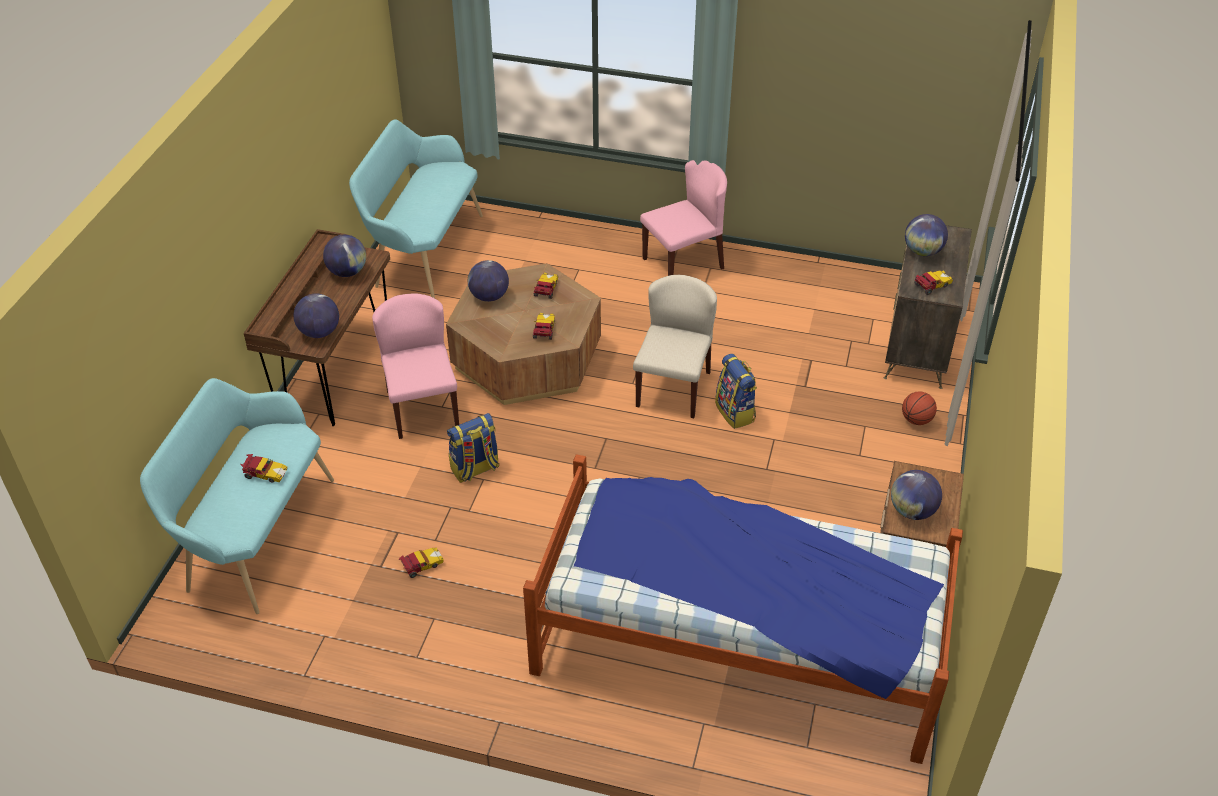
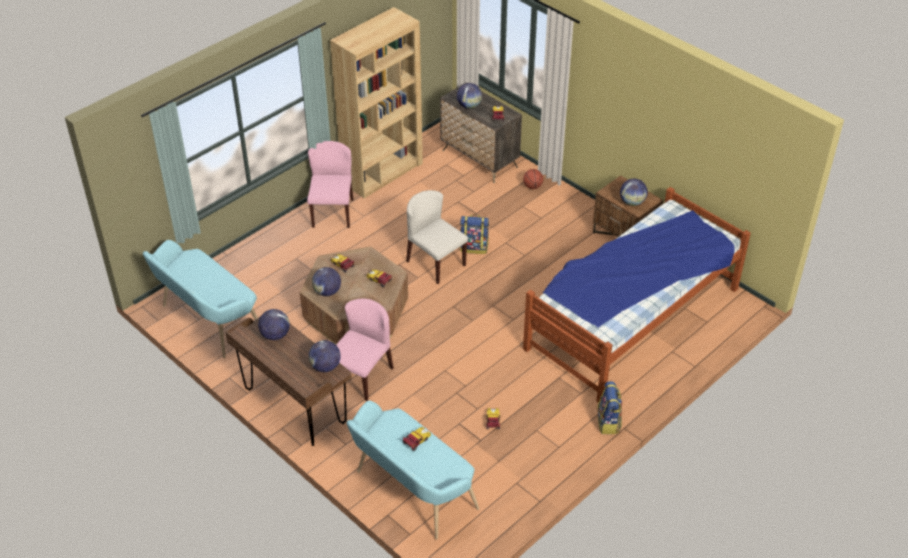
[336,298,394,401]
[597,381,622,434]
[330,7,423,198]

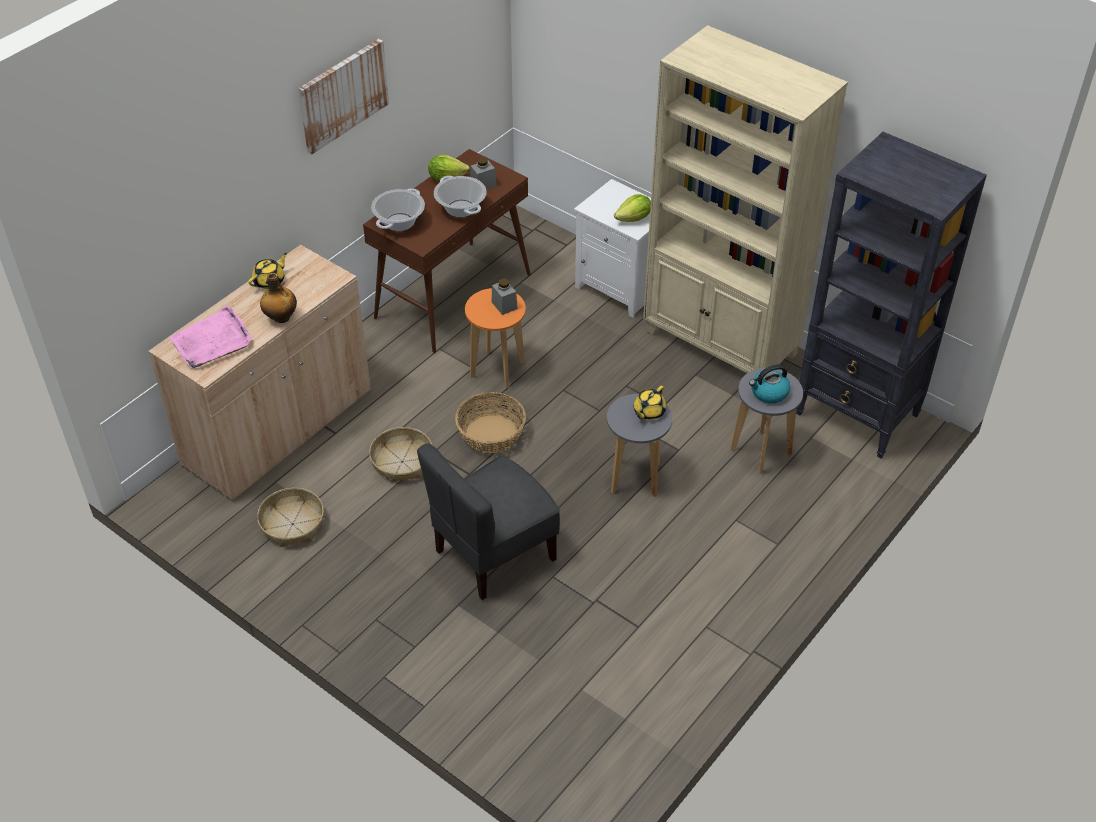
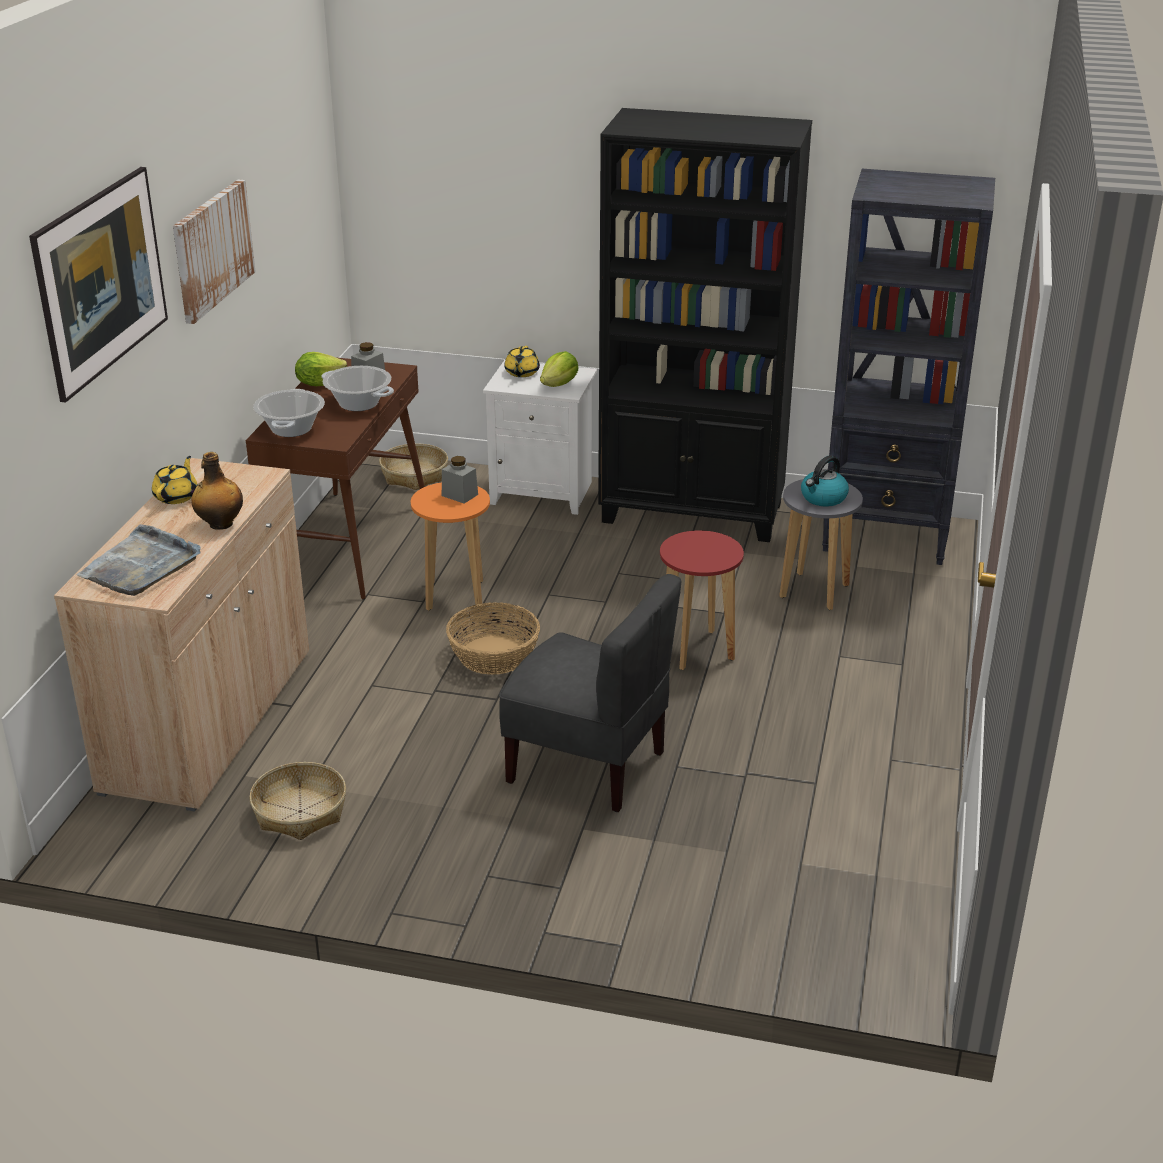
[76,524,201,596]
[379,443,448,490]
[499,574,682,812]
[660,530,744,670]
[504,346,540,377]
[598,108,812,542]
[29,167,168,403]

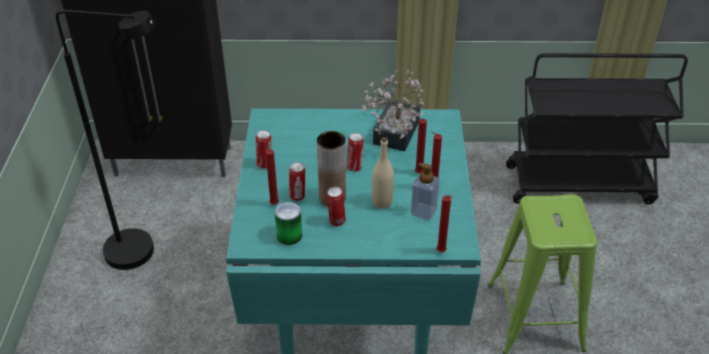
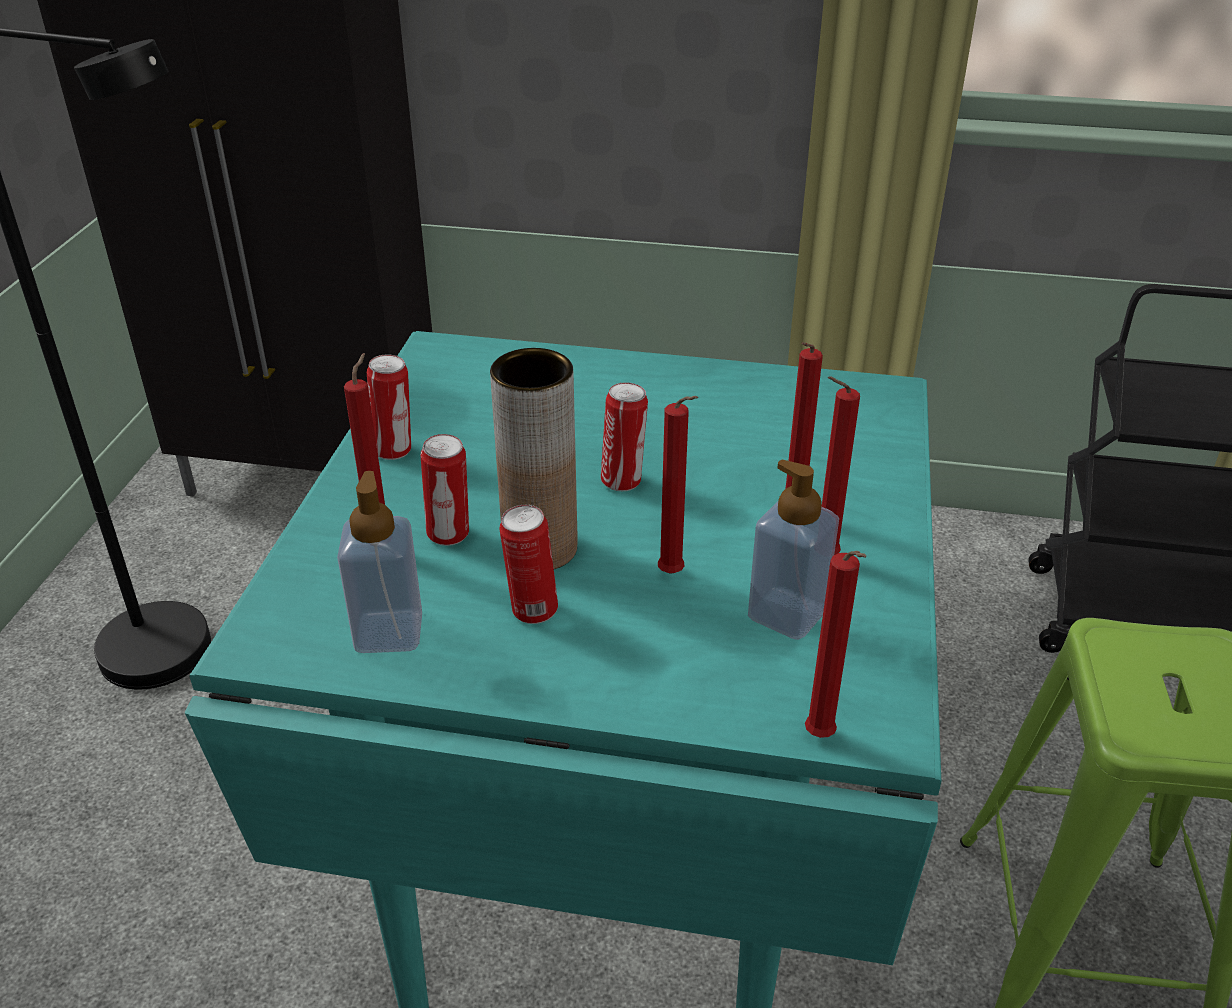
[337,471,422,653]
[362,69,424,151] (first image)
[658,396,698,574]

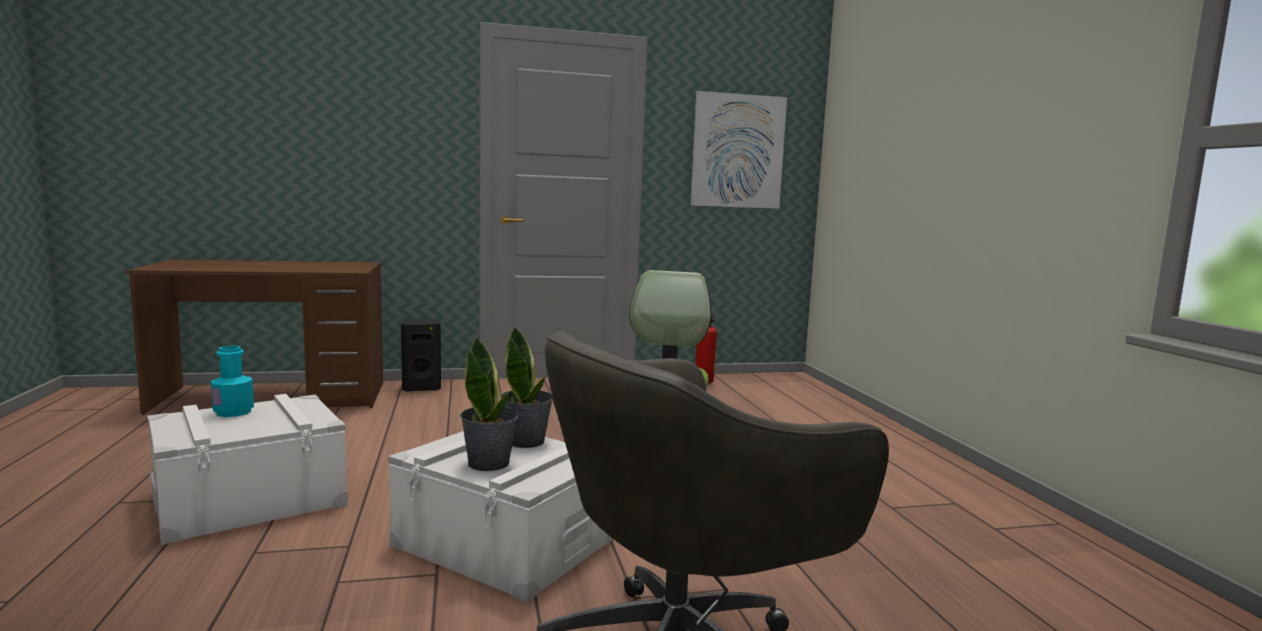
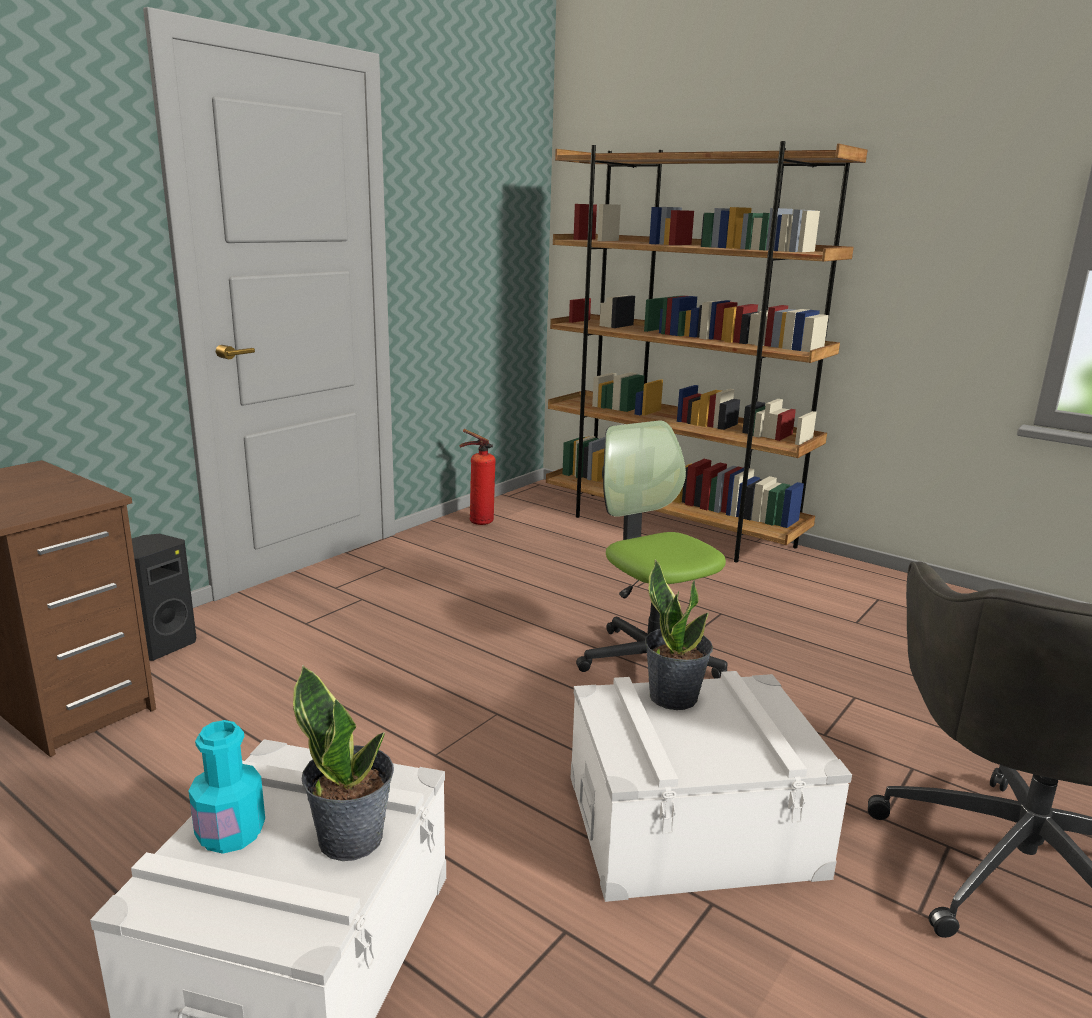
[293,665,394,861]
[691,91,787,209] (first image)
[546,141,867,563]

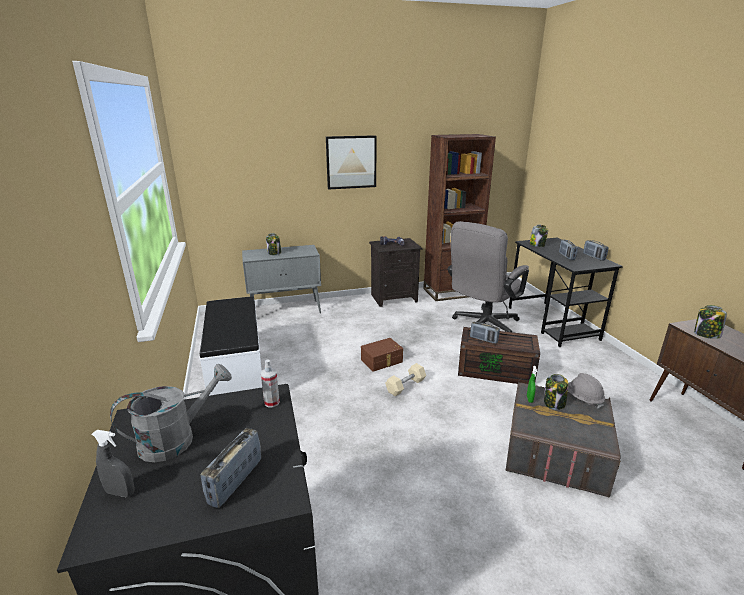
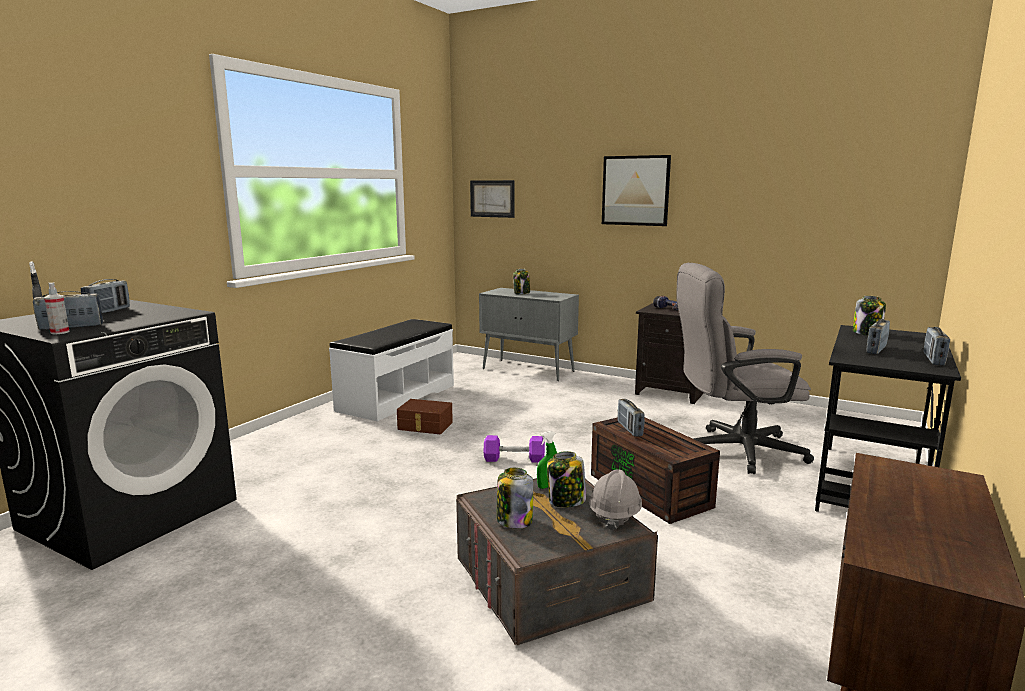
[80,279,130,313]
[44,282,70,334]
[397,399,453,434]
[484,435,545,463]
[423,134,496,301] (first image)
[497,468,533,529]
[470,180,515,218]

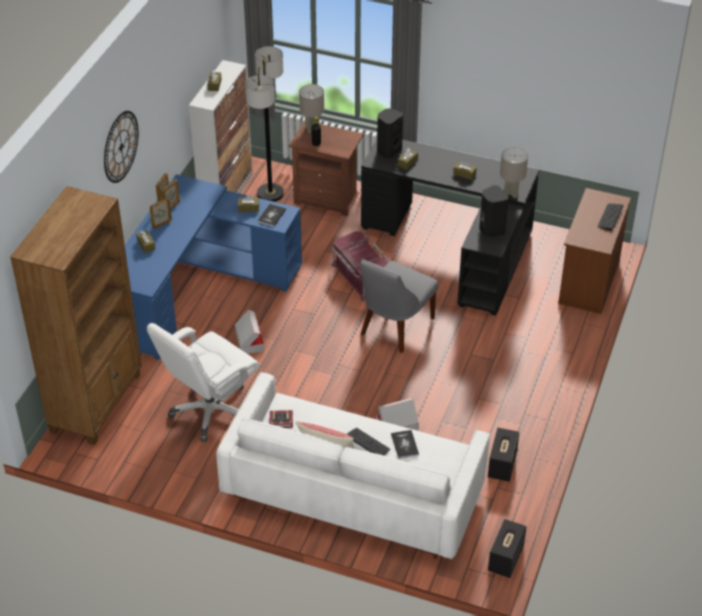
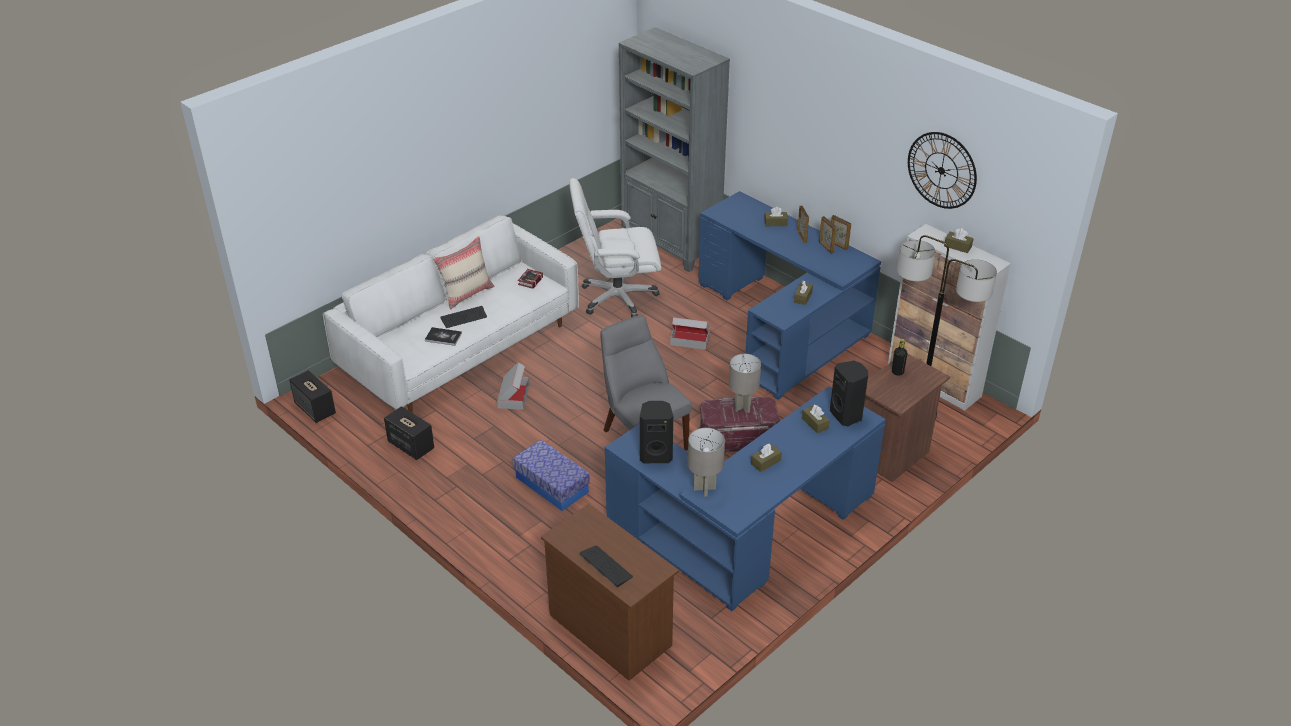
[619,27,730,272]
[908,132,977,209]
[569,178,661,317]
[257,204,286,227] (first image)
[729,354,761,413]
[605,386,886,611]
[513,440,590,511]

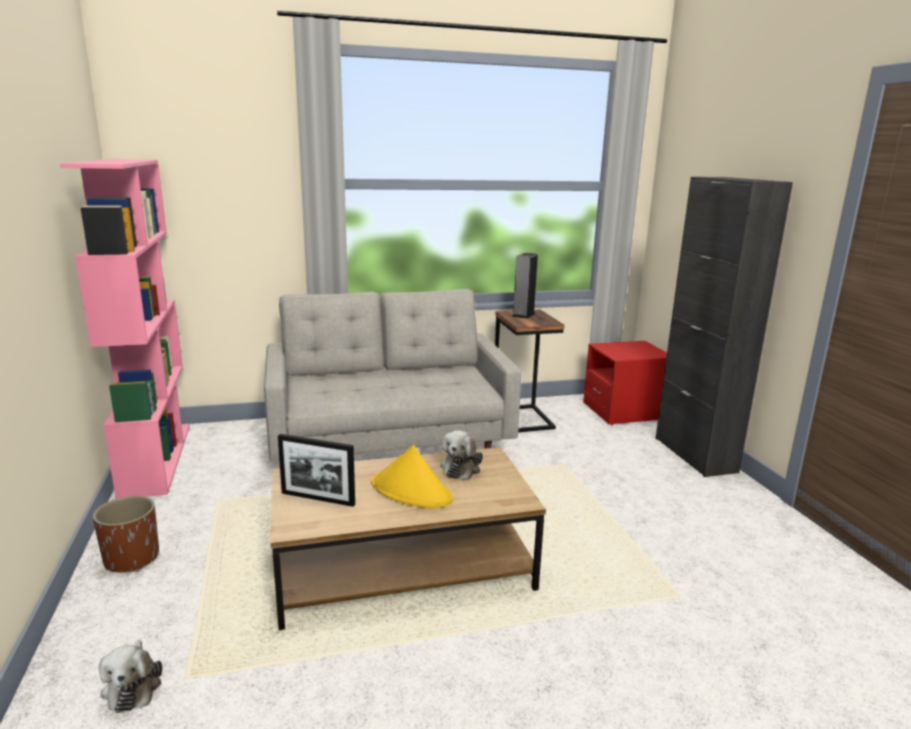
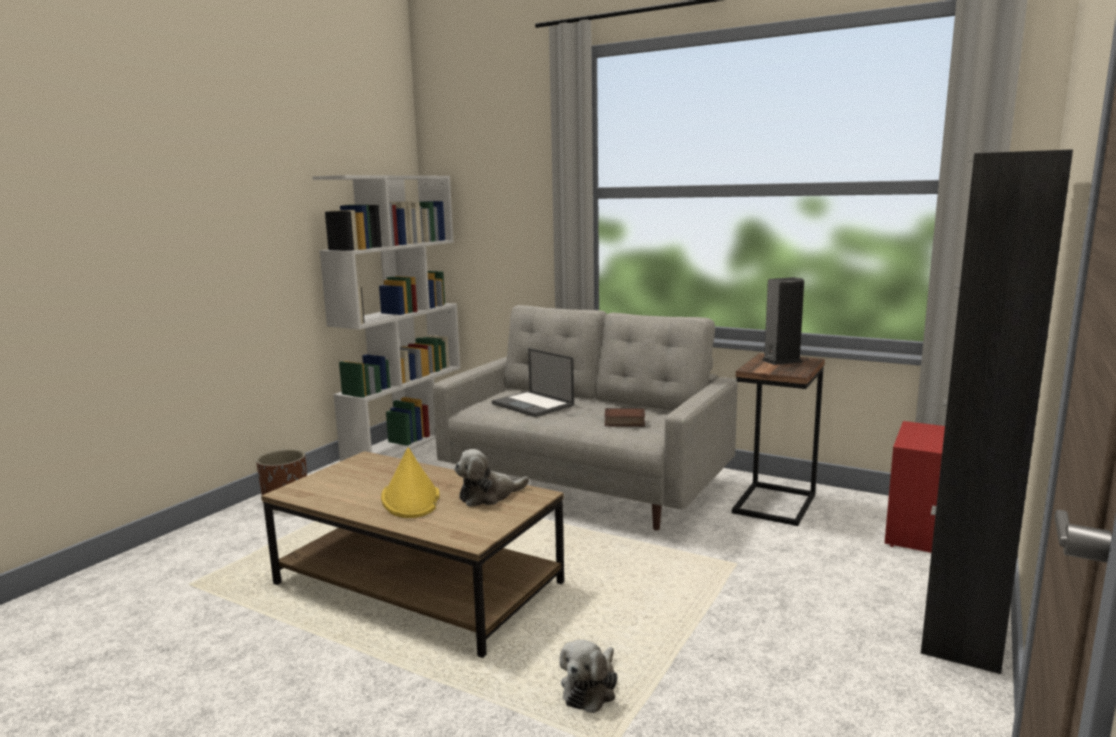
[312,175,460,461]
[559,639,618,713]
[278,434,355,507] (first image)
[492,348,574,417]
[605,408,645,427]

